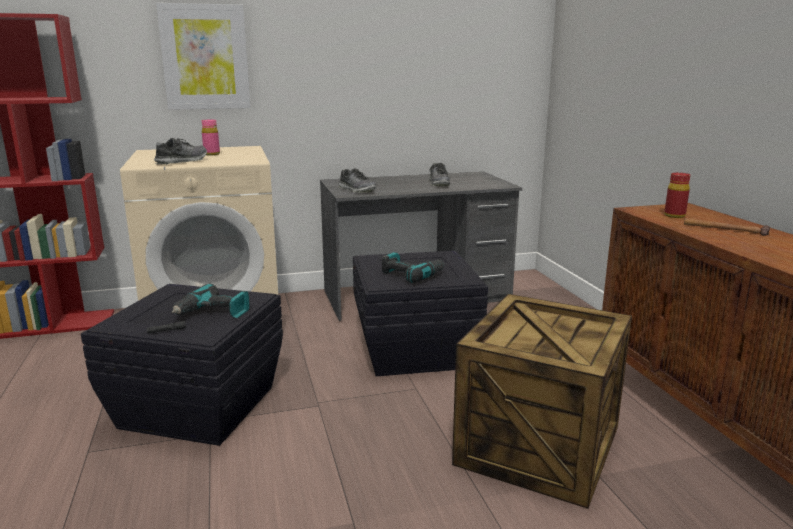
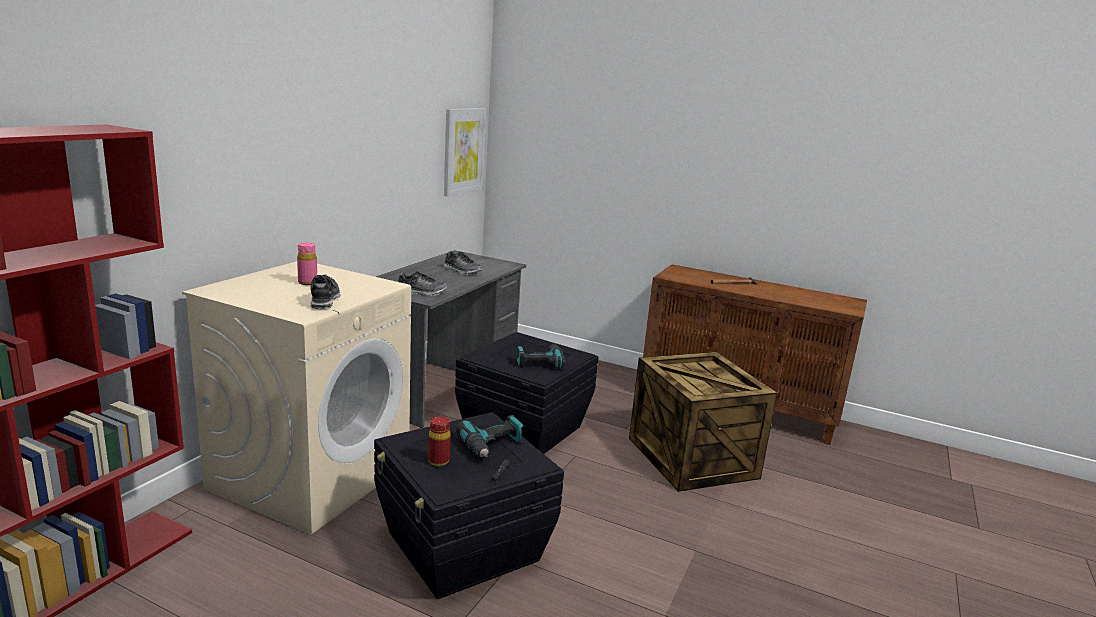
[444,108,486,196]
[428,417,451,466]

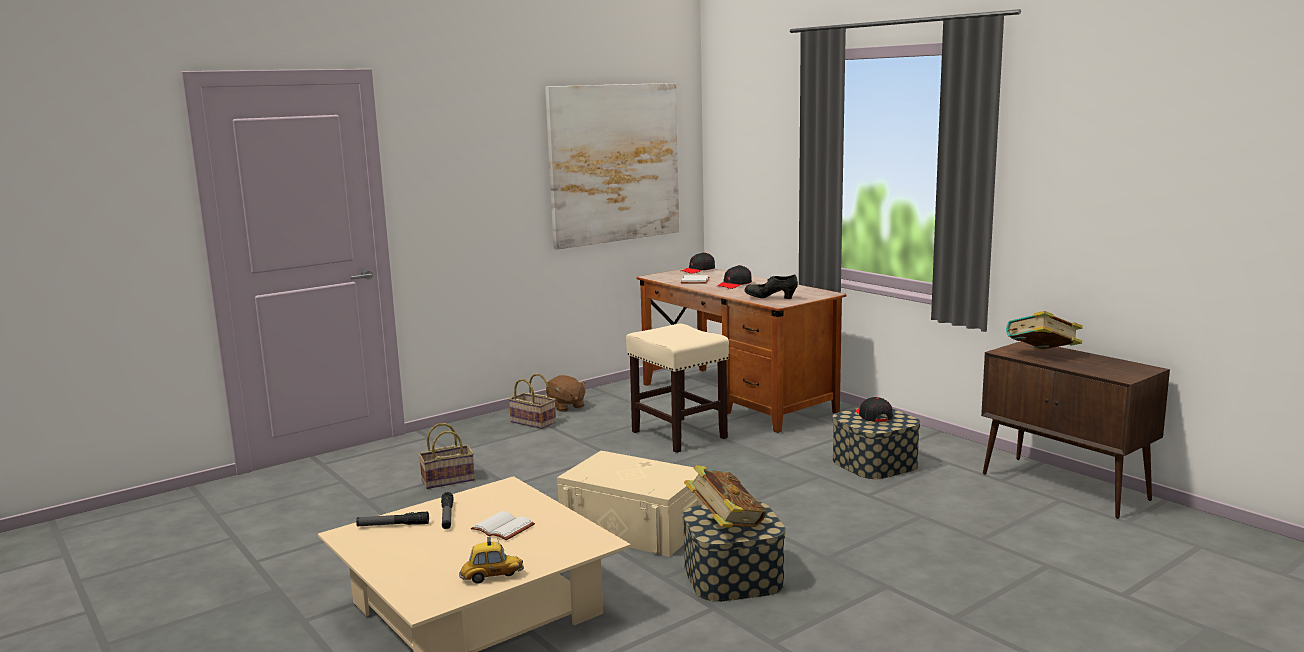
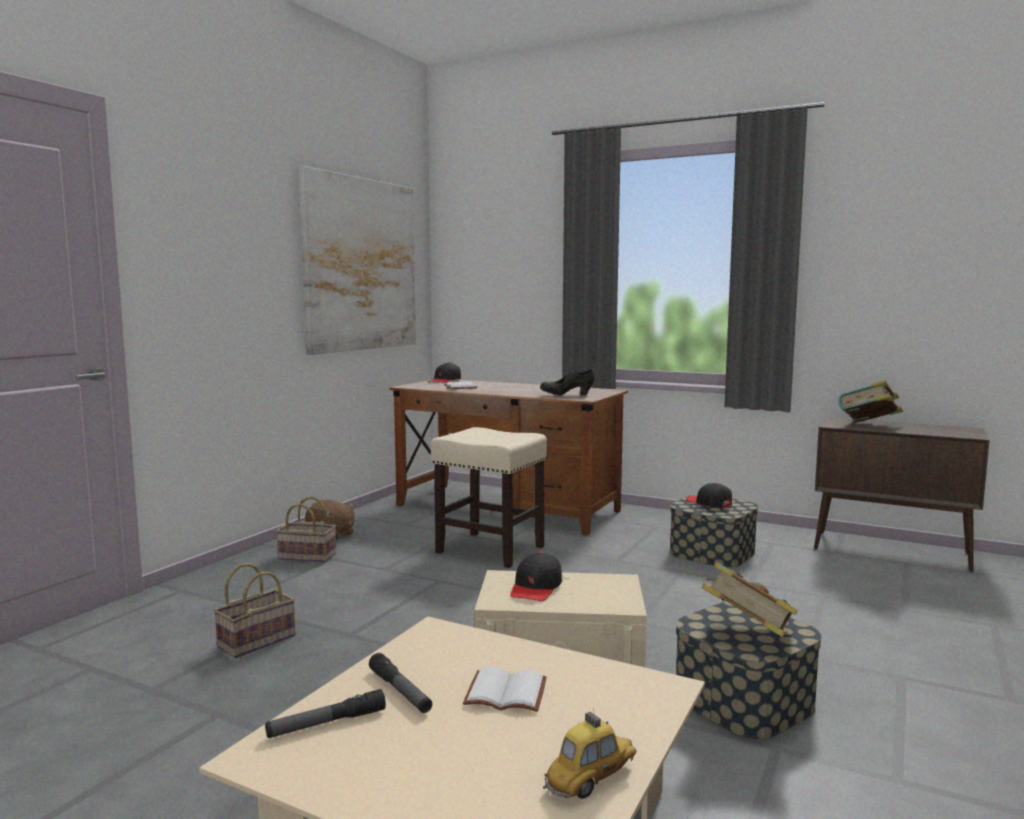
[511,552,562,601]

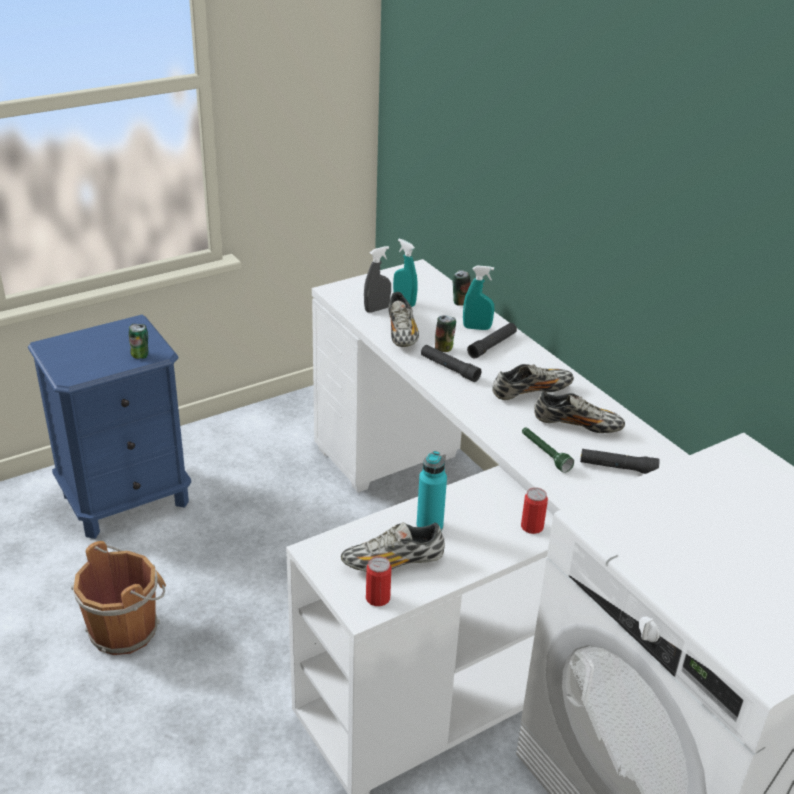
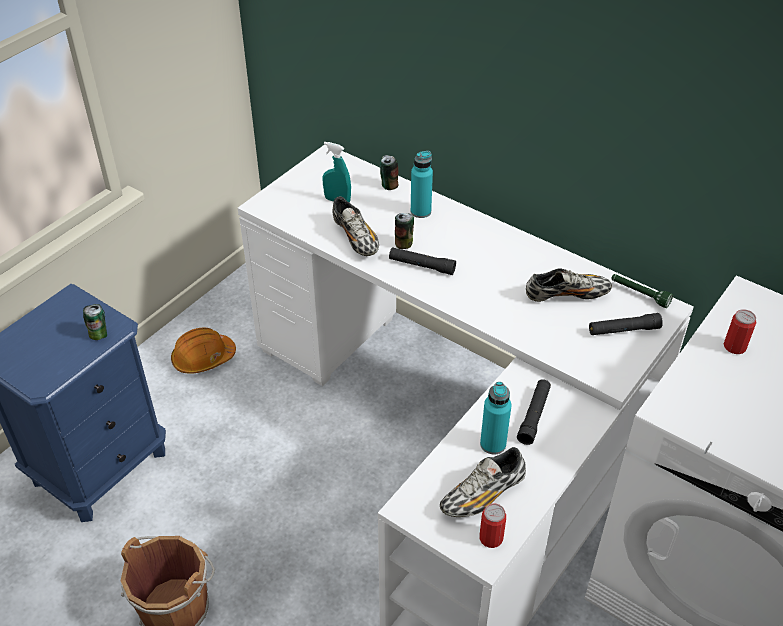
[364,246,391,313] (first image)
[411,151,433,218]
[517,379,551,445]
[492,364,574,400] (first image)
[724,309,756,354]
[611,274,673,308]
[171,328,236,374]

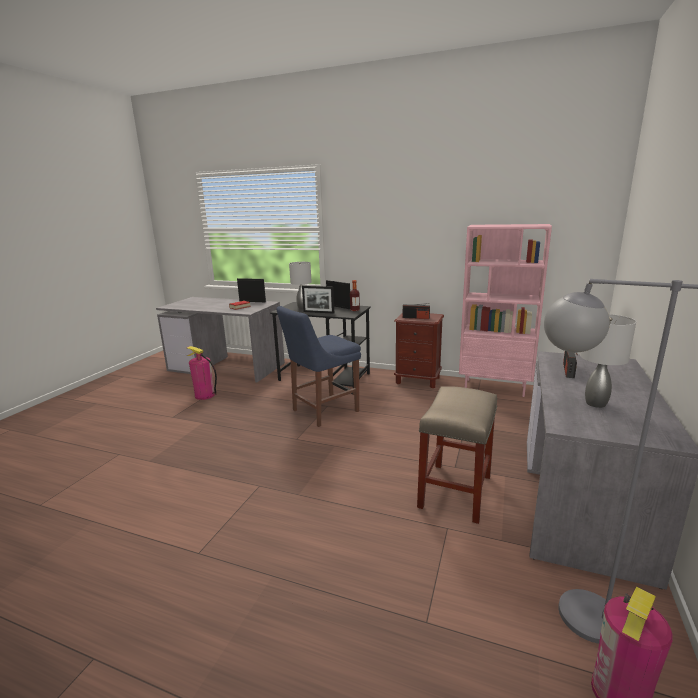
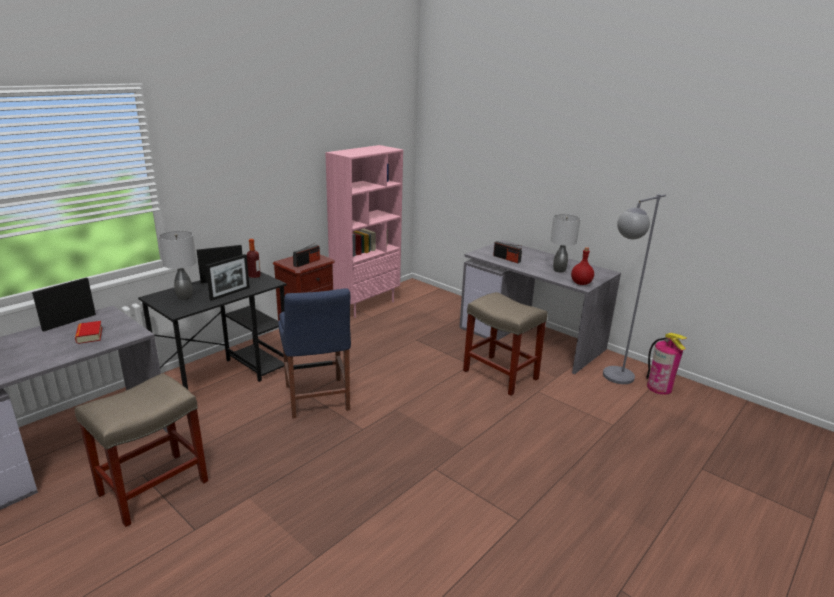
[75,373,208,527]
[571,247,594,285]

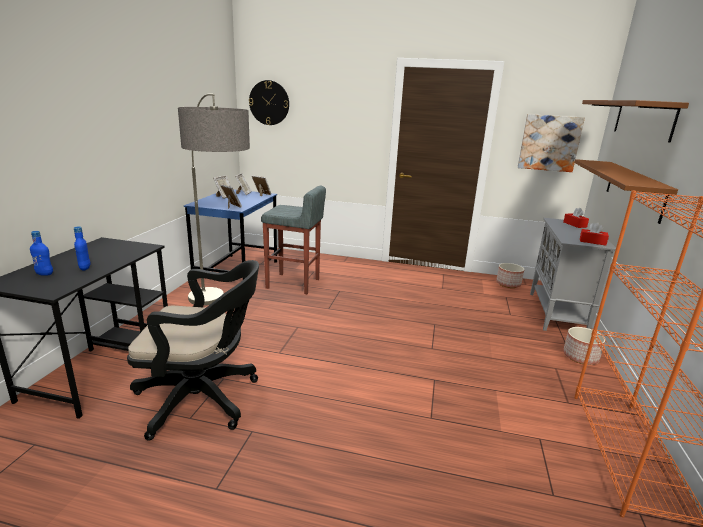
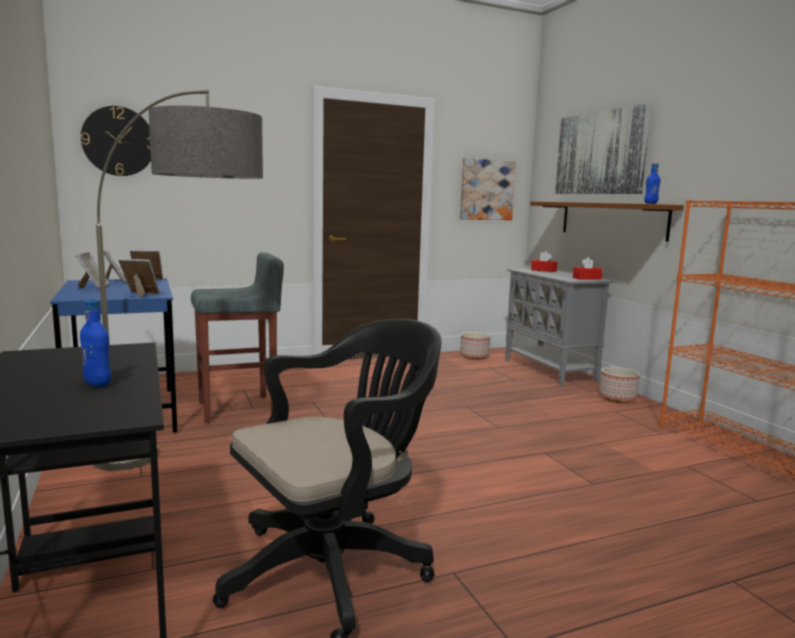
[644,163,660,204]
[555,103,652,194]

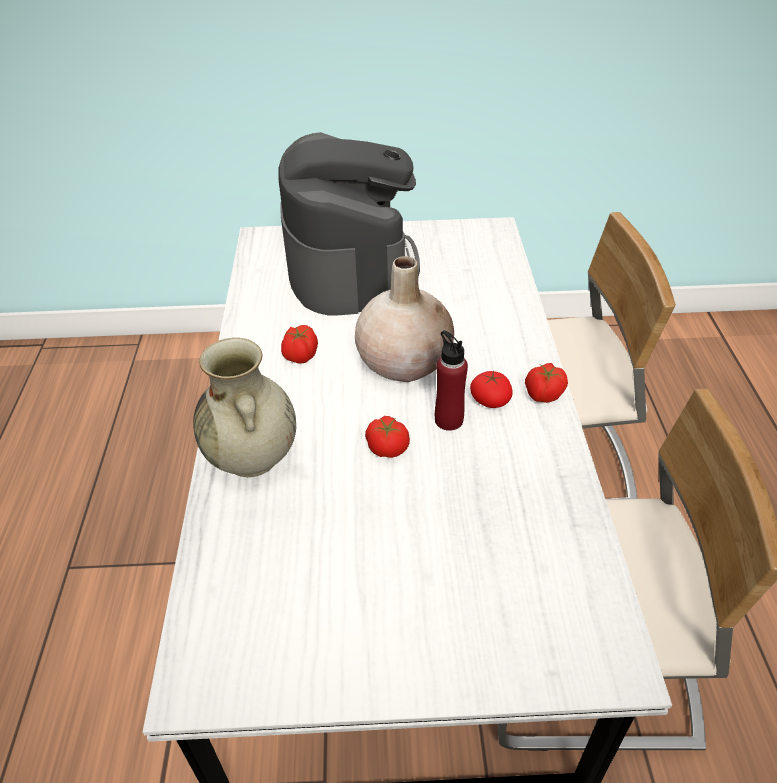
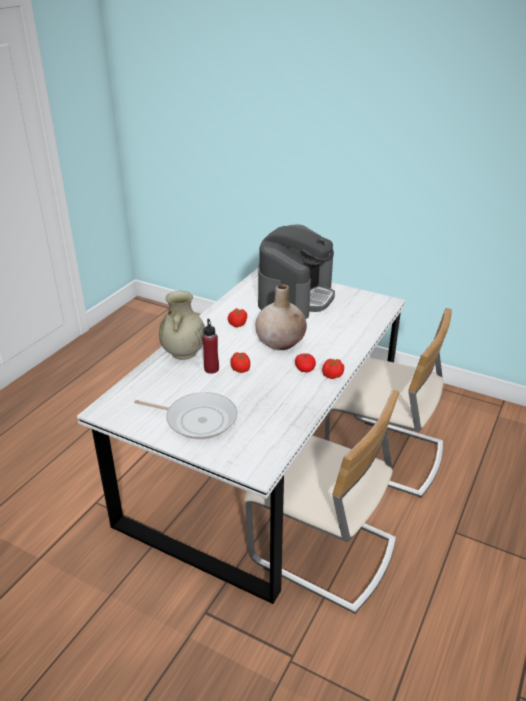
[202,319,219,374]
[134,392,237,439]

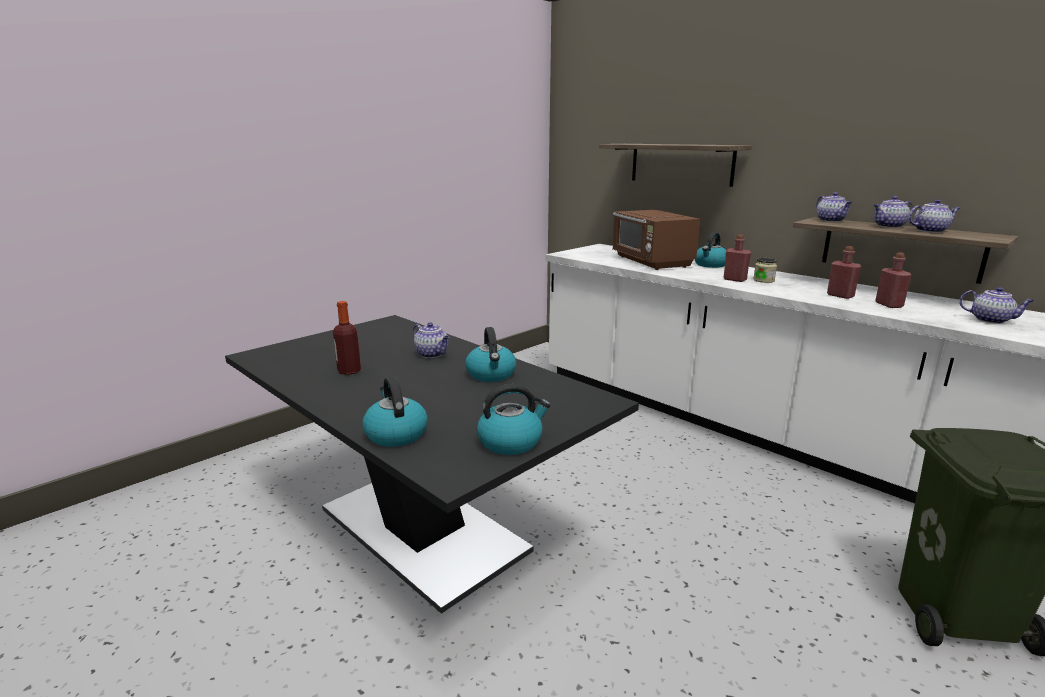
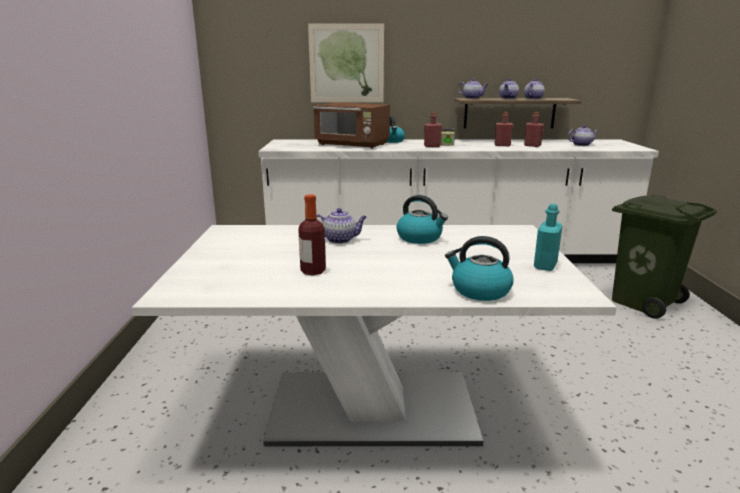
[132,225,617,446]
[534,204,563,271]
[308,23,384,102]

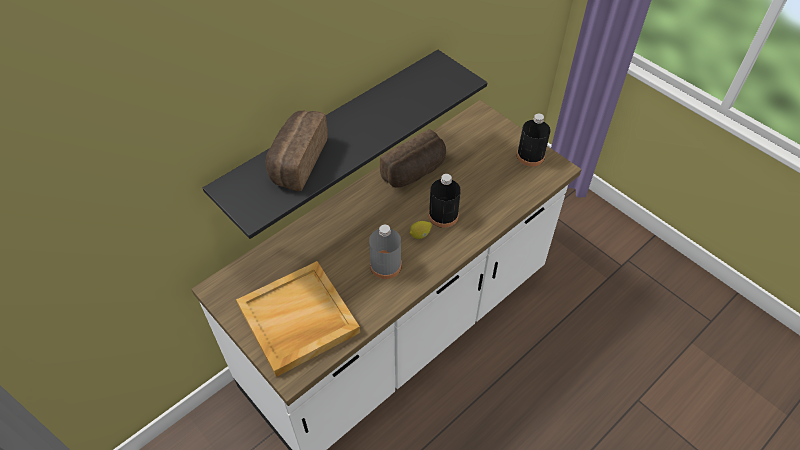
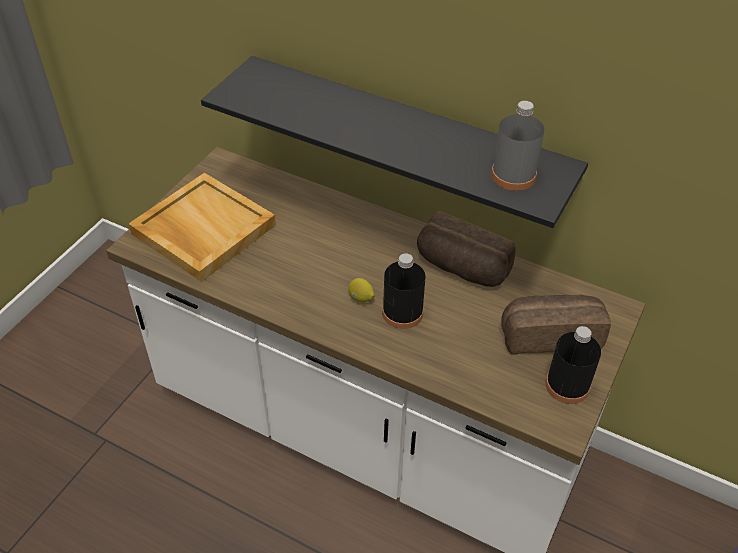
[501,295,611,355]
[491,101,545,191]

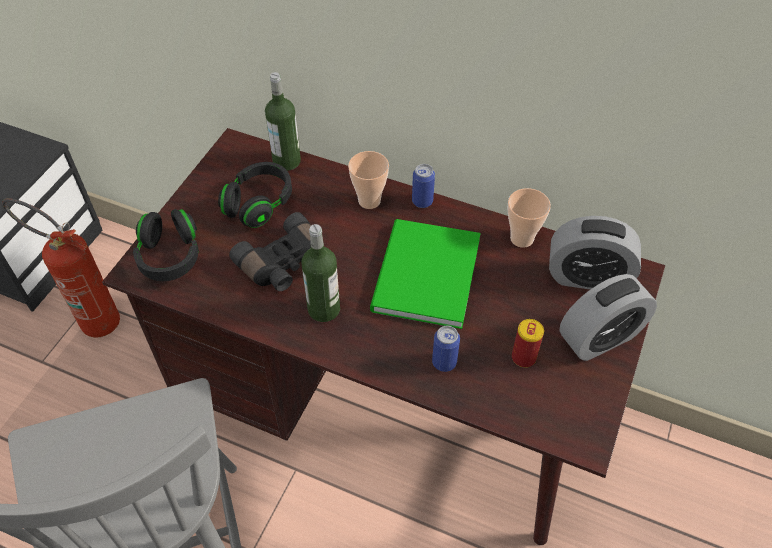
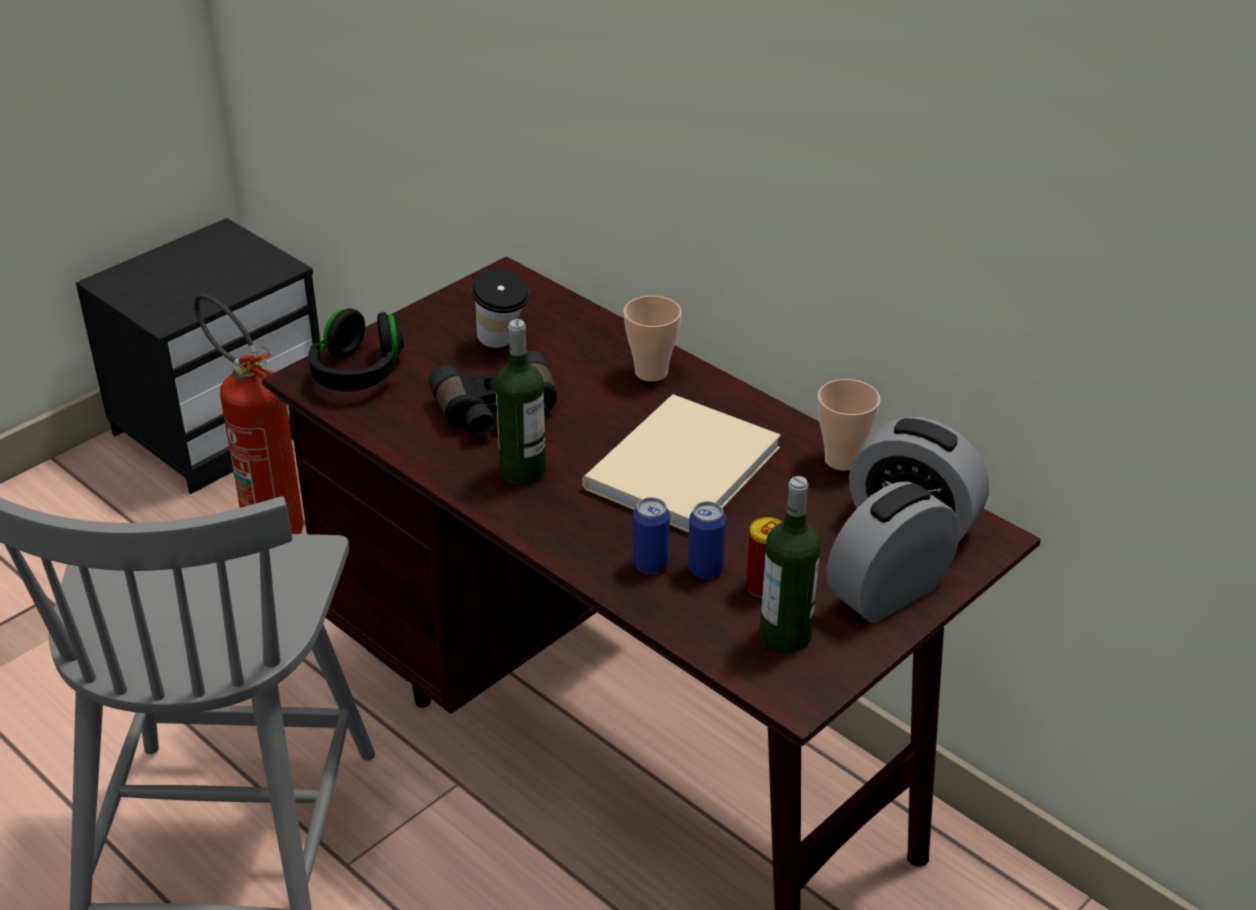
[471,270,530,348]
[759,476,821,654]
[582,394,781,533]
[688,501,726,578]
[826,482,960,623]

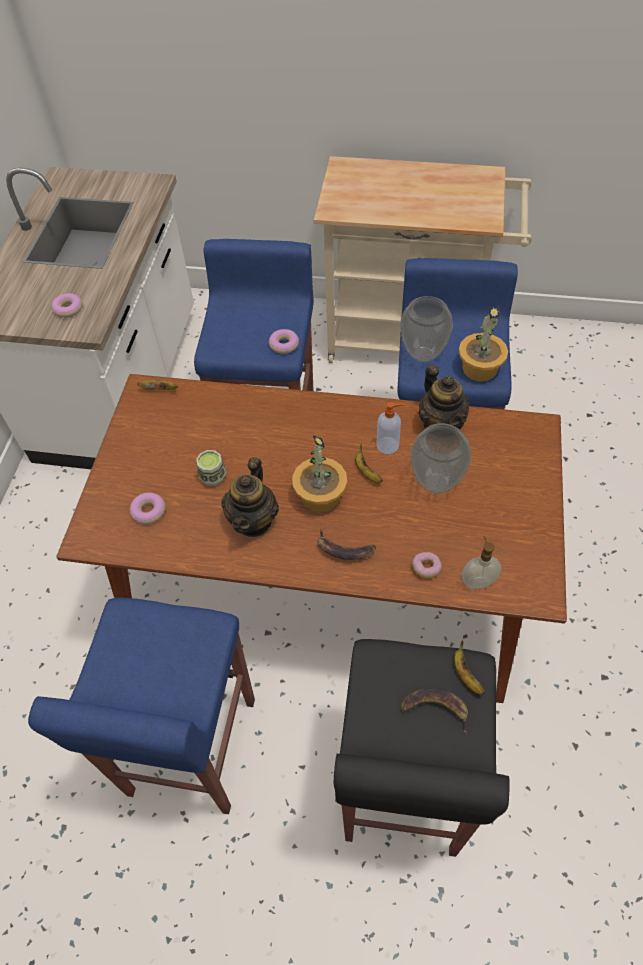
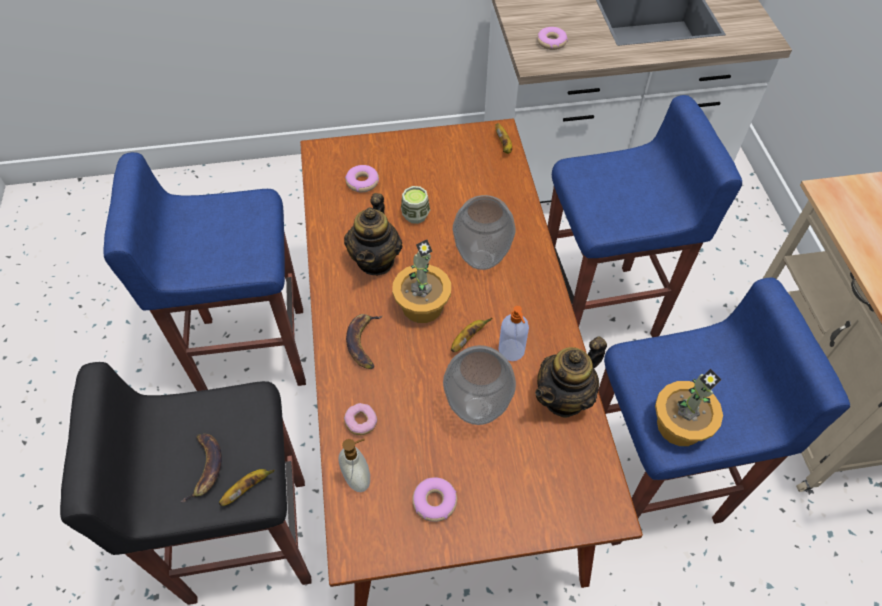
[344,193,402,275]
[412,477,457,522]
[453,195,515,270]

